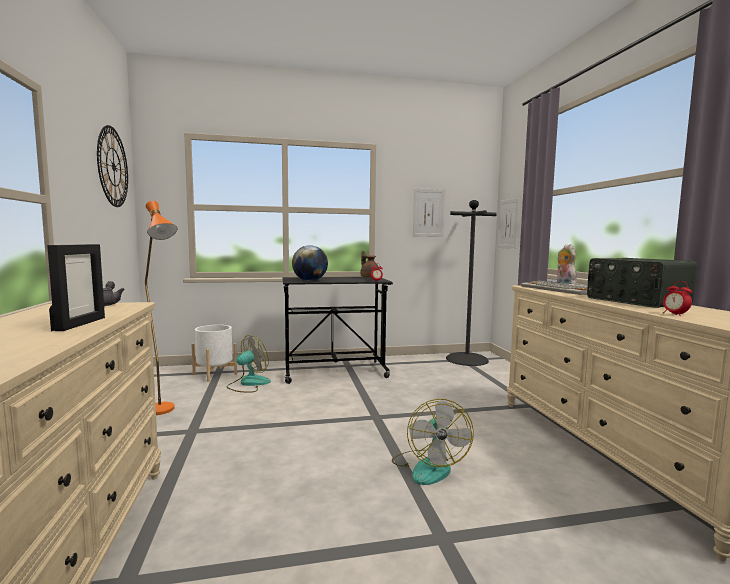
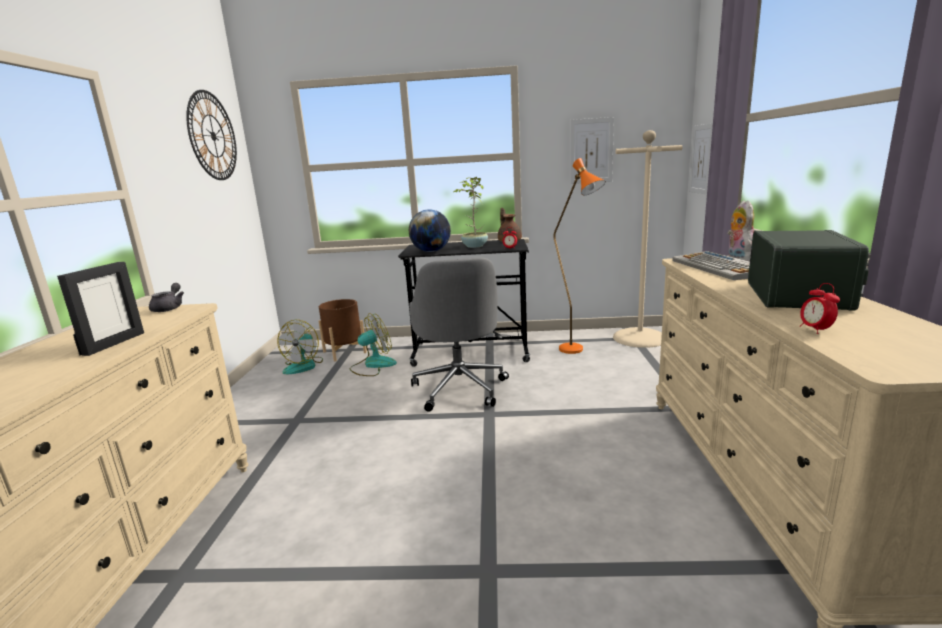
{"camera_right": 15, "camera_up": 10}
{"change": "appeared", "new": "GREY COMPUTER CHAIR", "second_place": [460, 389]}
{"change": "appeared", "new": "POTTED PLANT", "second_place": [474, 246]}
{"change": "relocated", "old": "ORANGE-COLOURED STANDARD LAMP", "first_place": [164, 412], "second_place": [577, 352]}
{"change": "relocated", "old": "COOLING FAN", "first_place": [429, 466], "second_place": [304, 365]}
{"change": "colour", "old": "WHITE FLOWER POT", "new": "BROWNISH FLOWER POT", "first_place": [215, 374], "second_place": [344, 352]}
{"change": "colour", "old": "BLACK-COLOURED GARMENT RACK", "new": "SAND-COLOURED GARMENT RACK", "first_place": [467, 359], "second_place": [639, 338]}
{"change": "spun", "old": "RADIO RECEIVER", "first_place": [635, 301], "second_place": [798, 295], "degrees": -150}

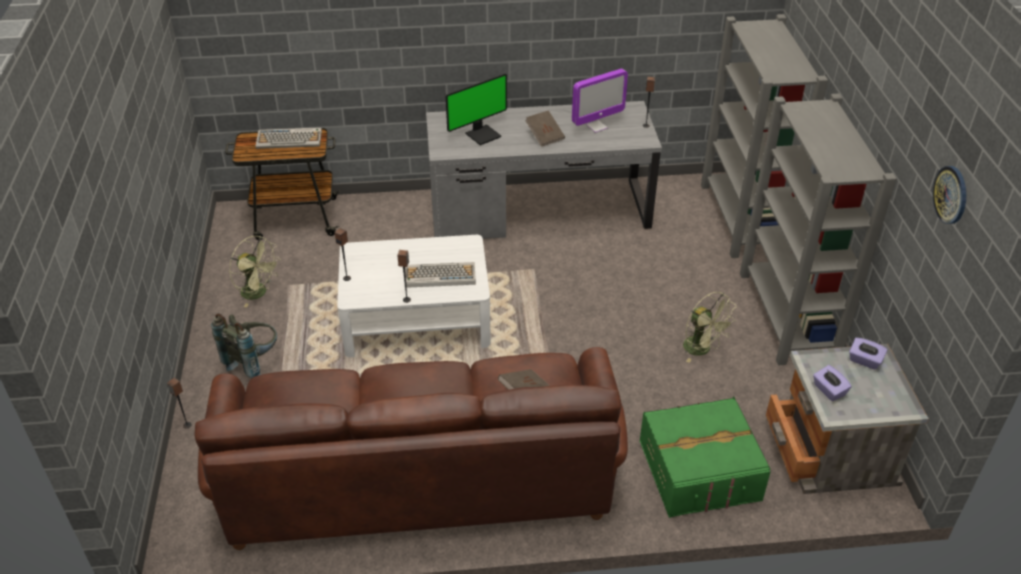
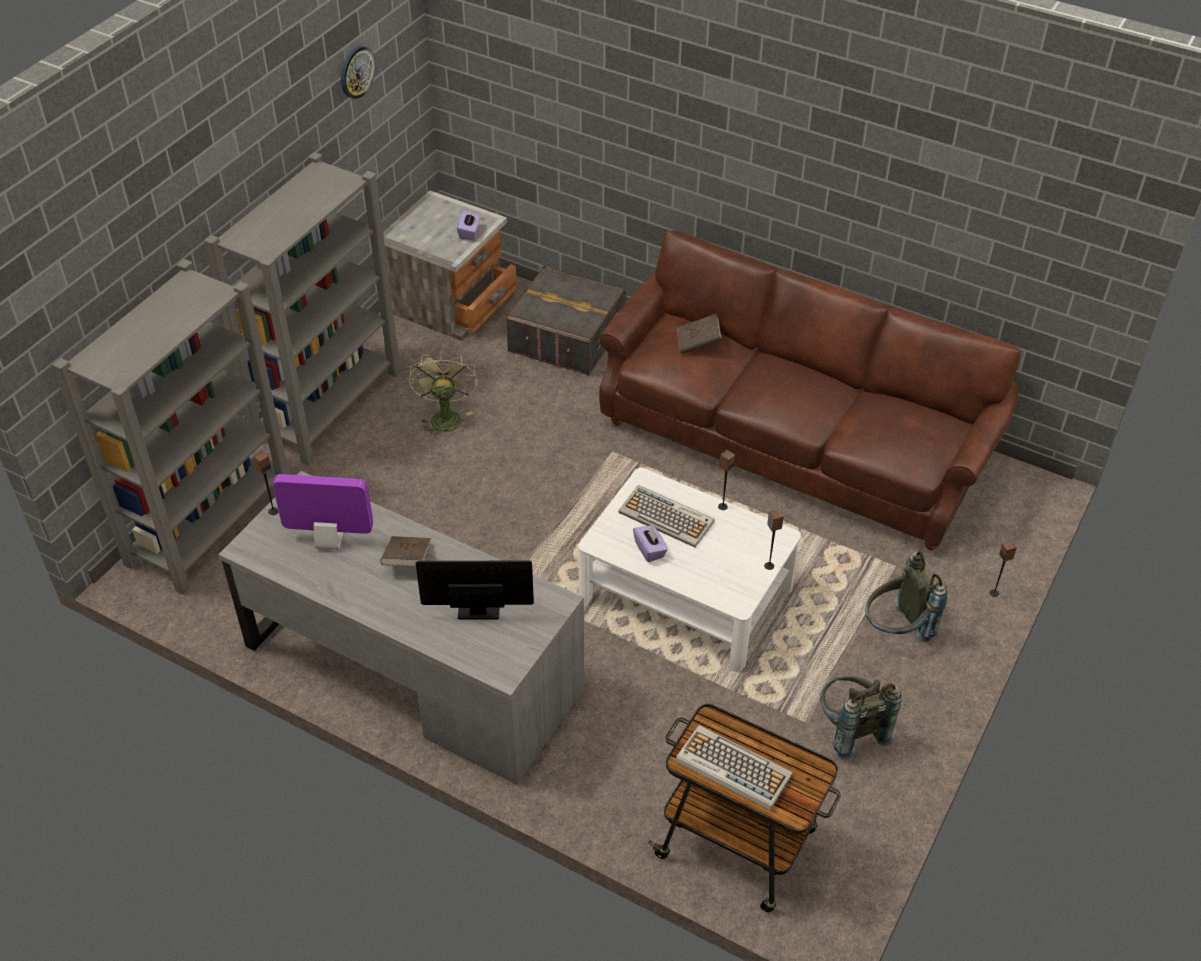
{"camera_right": -145, "camera_up": 5}
{"change": "relocated", "old": "PURPLE-COLOURED BOX OF TISSUES", "first_place": [864, 361], "second_place": [650, 550]}
{"change": "exchanged", "old": "GREEN COOLING FAN", "new": "GREY BACKPACK", "first_place": [259, 293], "second_place": [849, 730]}
{"change": "colour", "old": "GREEN STORAGE BIN", "new": "GREY STORAGE BIN", "first_place": [699, 471], "second_place": [566, 337]}

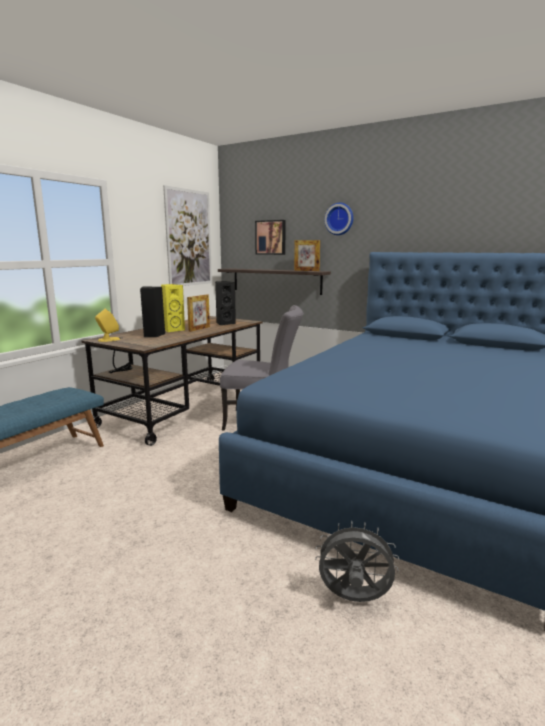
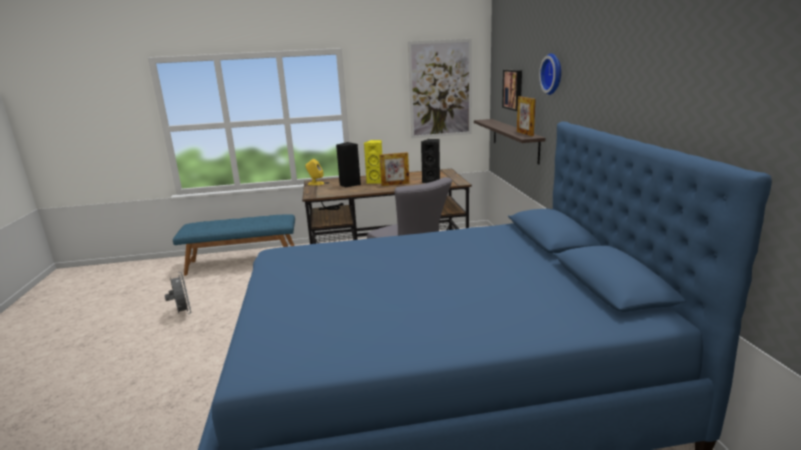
{"camera_right": 50, "camera_up": 5}
{"change": "relocated", "old": "GREY COOLING FAN", "first_place": [354, 599], "second_place": [182, 313]}

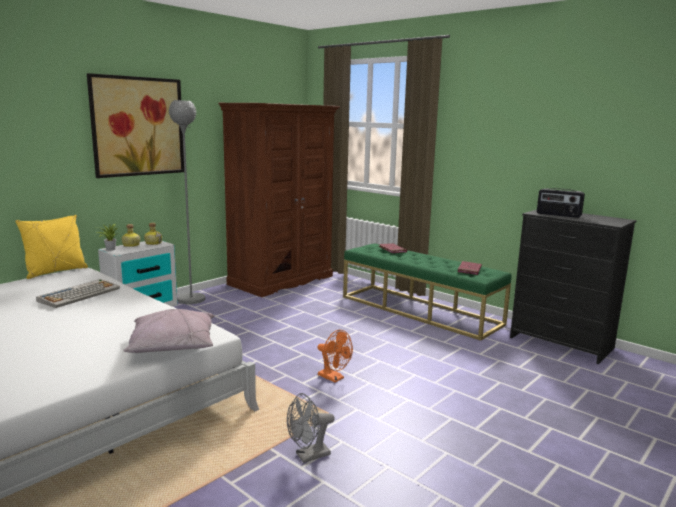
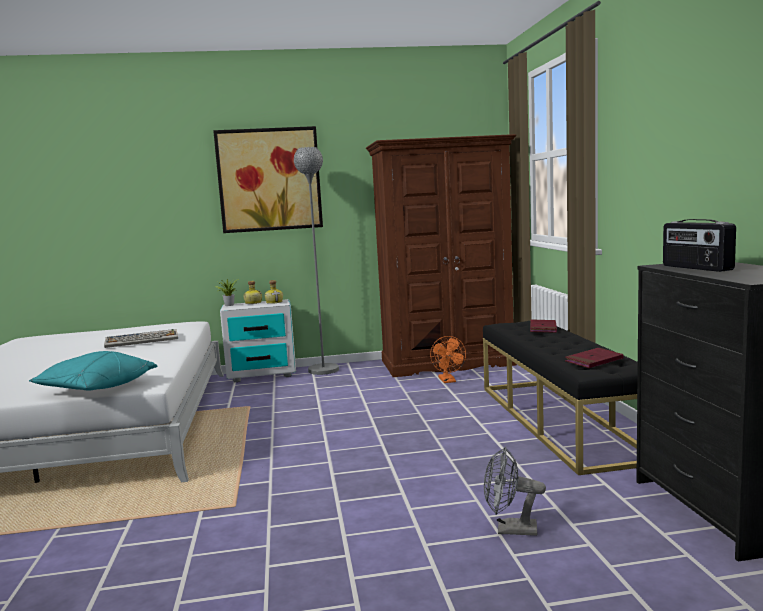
{"camera_right": 40, "camera_up": -5}
{"change": "missing", "old": "YELLOW CUSHION", "first_place": [56, 272]}
{"change": "relocated", "old": "GREY COOLING FAN", "first_place": [308, 456], "second_place": [510, 530]}
{"change": "relocated", "old": "ORANGE-COLOURED COOLING FAN", "first_place": [334, 378], "second_place": [448, 381]}
{"change": "colour", "old": "PURPLE-COLOURED CUSHION", "new": "TURQUOISE-COLOURED CUSHION", "first_place": [173, 347], "second_place": [96, 389]}
{"change": "colour", "old": "GREEN INDOOR BENCH", "new": "BLACK-COLOURED INDOOR BENCH", "first_place": [420, 310], "second_place": [559, 420]}

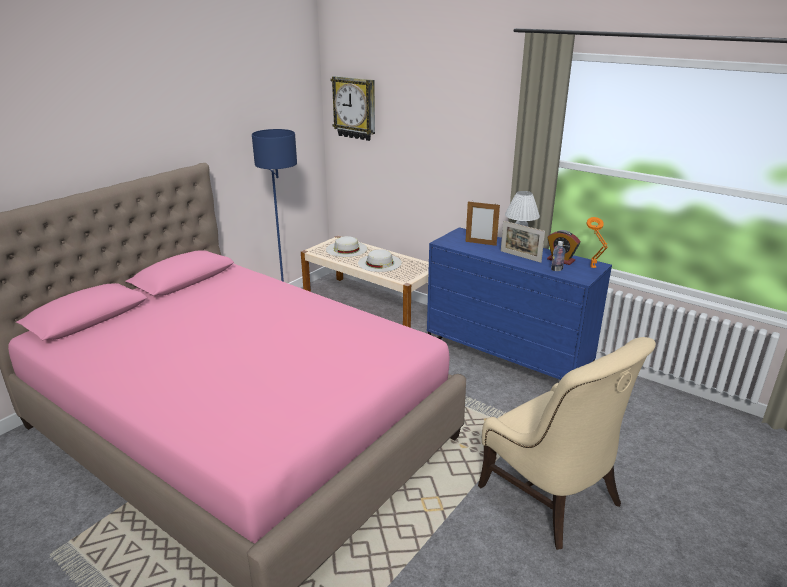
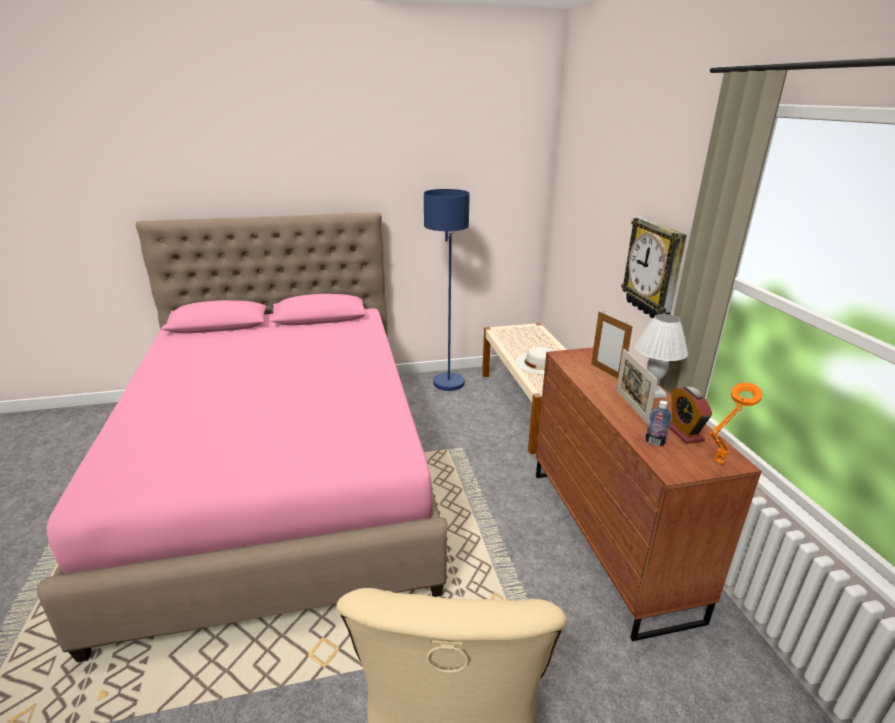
{"camera_right": 40, "camera_up": 0}
{"change": "missing", "old": "WHITE HAT", "first_place": [346, 249]}
{"change": "relocated", "old": "CLOCK ON THE WALL", "first_place": [355, 108], "second_place": [654, 269]}
{"change": "colour", "old": "BLUE-COLOURED DRESSER", "new": "BROWNISH DRESSER", "first_place": [507, 360], "second_place": [610, 538]}

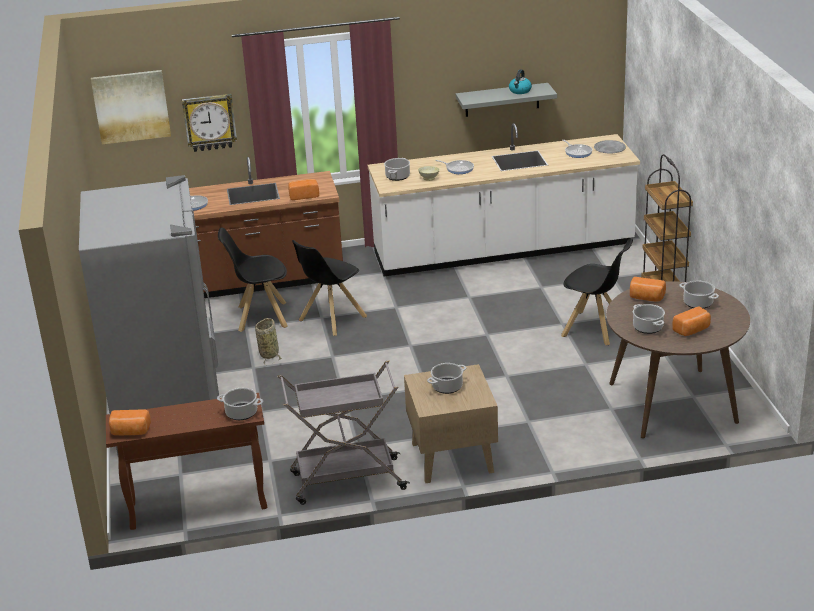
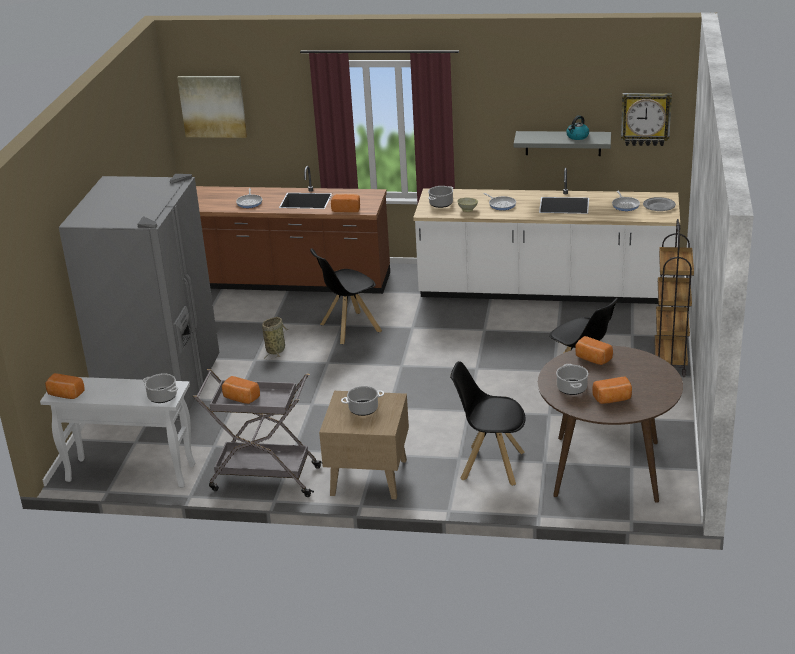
{"camera_right": 20, "camera_up": 0}
{"change": "missing", "old": "STOCKPOT", "first_place": [697, 303]}
{"change": "appeared", "new": "BREAD", "second_place": [240, 398]}
{"change": "relocated", "old": "CLOCK ON THE WALL", "first_place": [209, 122], "second_place": [645, 118]}
{"change": "relocated", "old": "BLACK-COLOURED UPRIGHT CHAIR", "first_place": [260, 317], "second_place": [490, 465]}
{"change": "colour", "old": "BROWNISH HALL TABLE", "new": "WHITE HALL TABLE", "first_place": [196, 506], "second_place": [129, 473]}

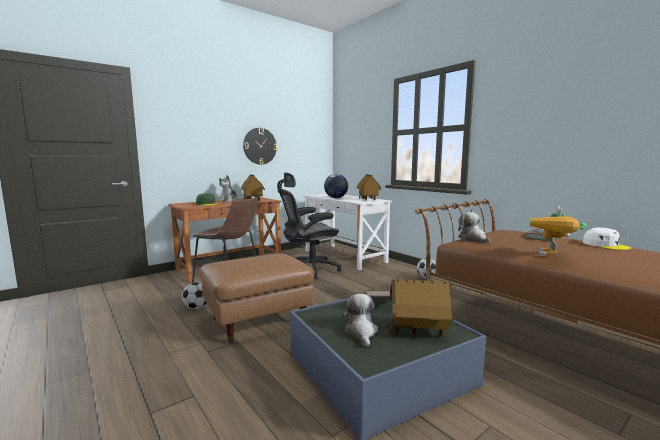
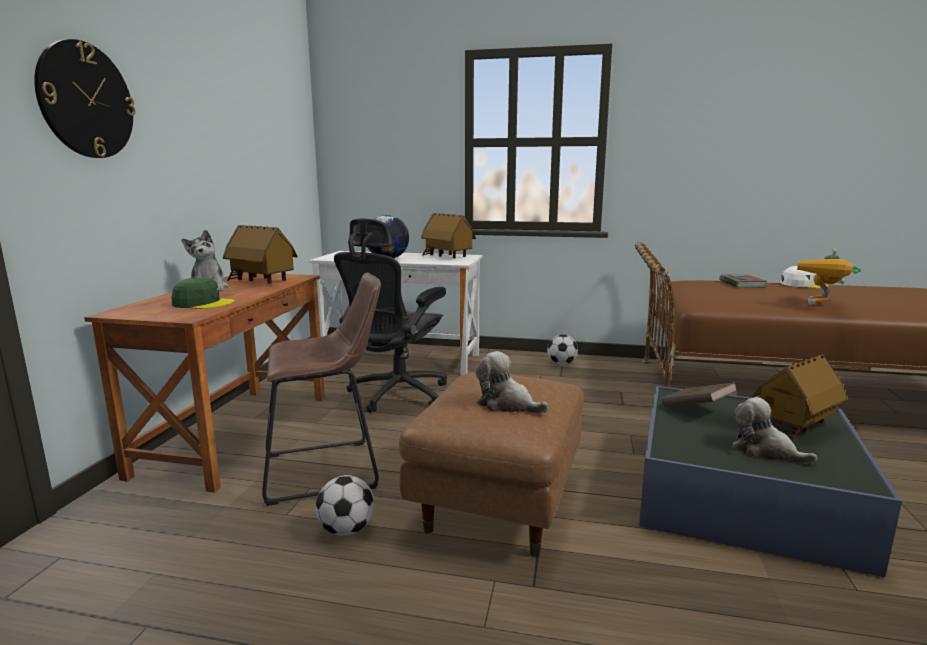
{"camera_right": -40, "camera_up": 5}
{"change": "relocated", "old": "CLOCK ON THE WALL", "first_place": [260, 146], "second_place": [86, 100]}
{"change": "relocated", "old": "PLUSH TOY", "first_place": [473, 239], "second_place": [507, 404]}
{"change": "spun", "old": "ROBOT FIGURE", "first_place": [552, 257], "second_place": [822, 305], "degrees": 45}

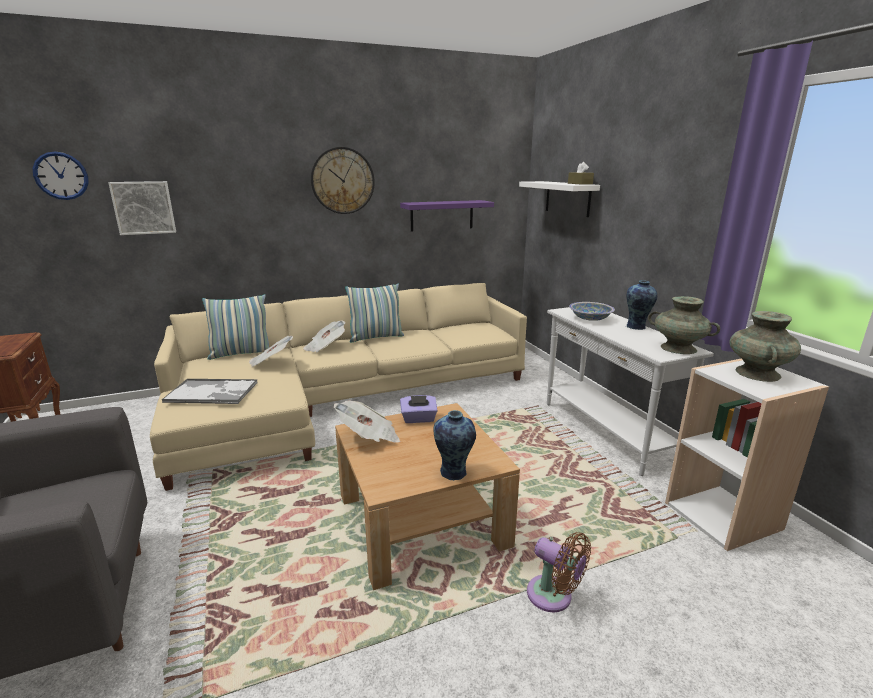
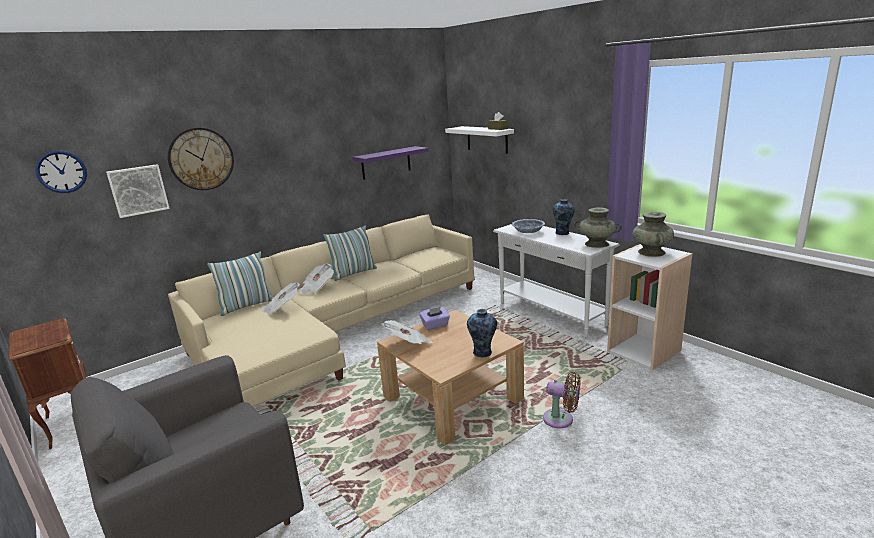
{"camera_right": -15, "camera_up": 0}
{"change": "missing", "old": "CARRYING TRAY", "first_place": [212, 392]}
{"change": "relocated", "old": "CLOCK ON THE WALL", "first_place": [342, 181], "second_place": [201, 159]}

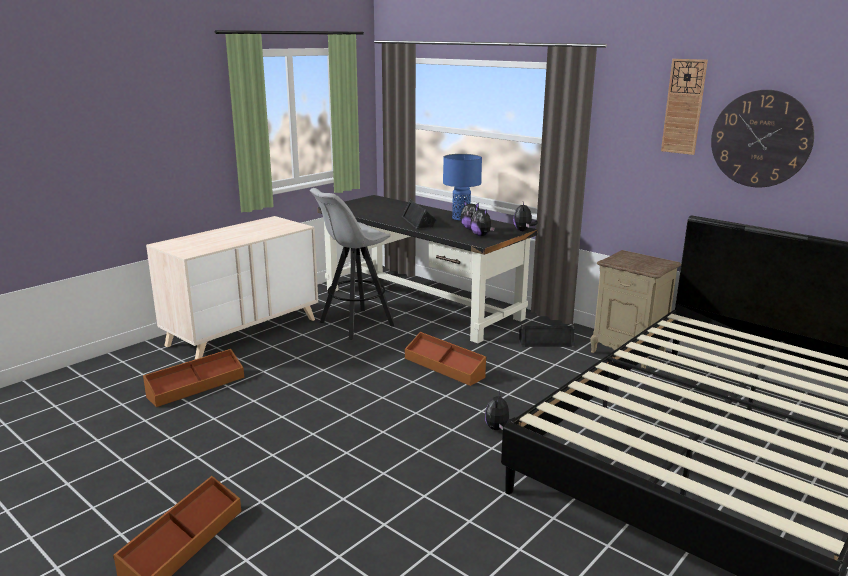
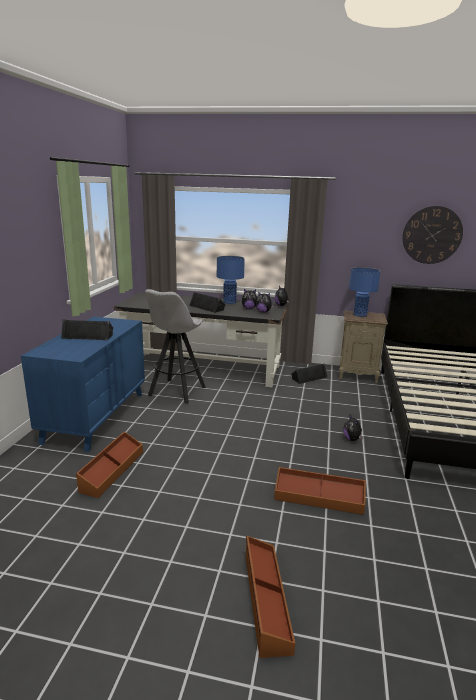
{"camera_right": -30, "camera_up": 0}
{"change": "missing", "old": "CLOCK ON THE WALL", "first_place": [684, 107]}
{"change": "appeared", "new": "BLACK-COLOURED SPEAKER", "second_place": [88, 336]}
{"change": "appeared", "new": "BLUE-COLOURED TABLE LAMP", "second_place": [360, 315]}
{"change": "relocated", "old": "BROWNISH STORAGE BIN", "first_place": [444, 367], "second_place": [318, 498]}
{"change": "colour", "old": "SAND-COLOURED DRESSER", "new": "BLUE-COLOURED DRESSER", "first_place": [243, 332], "second_place": [96, 416]}

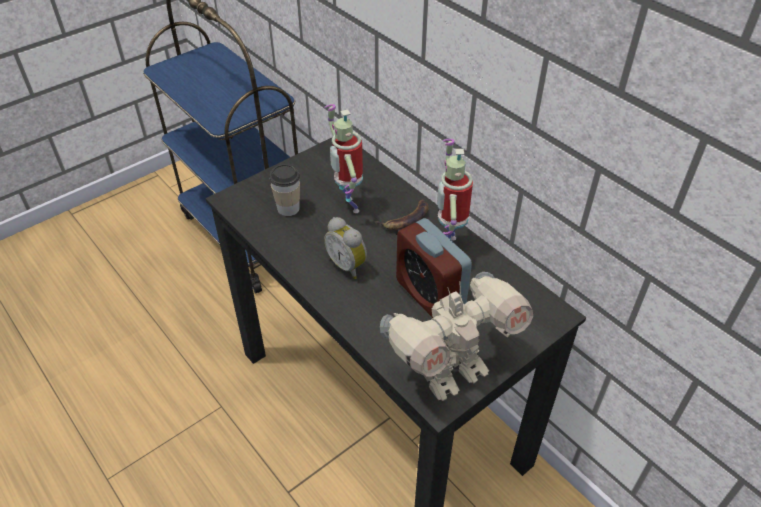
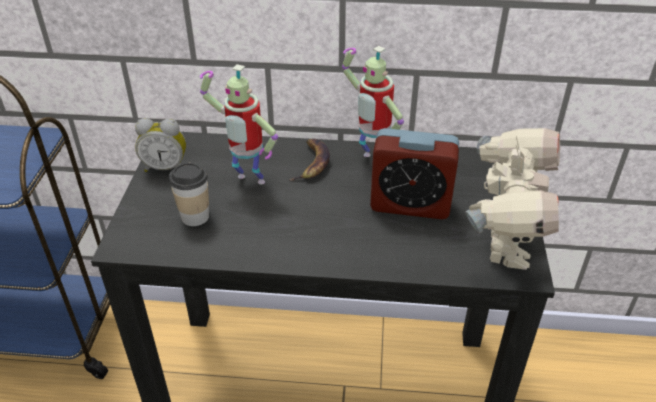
{"camera_right": -45, "camera_up": -5}
{"change": "relocated", "old": "ALARM CLOCK", "first_place": [348, 265], "second_place": [166, 167]}

